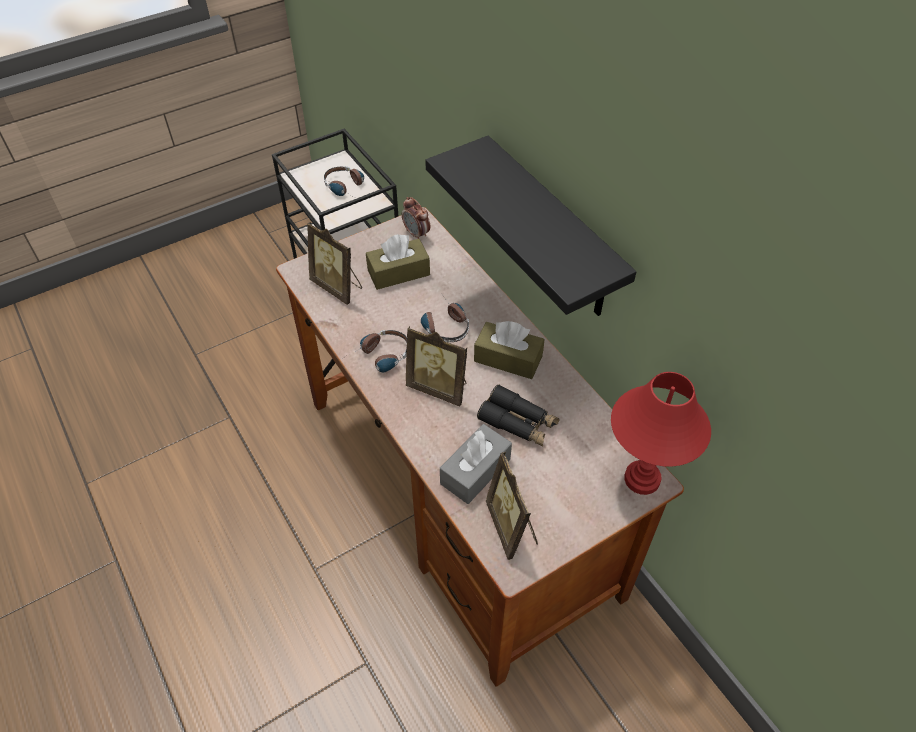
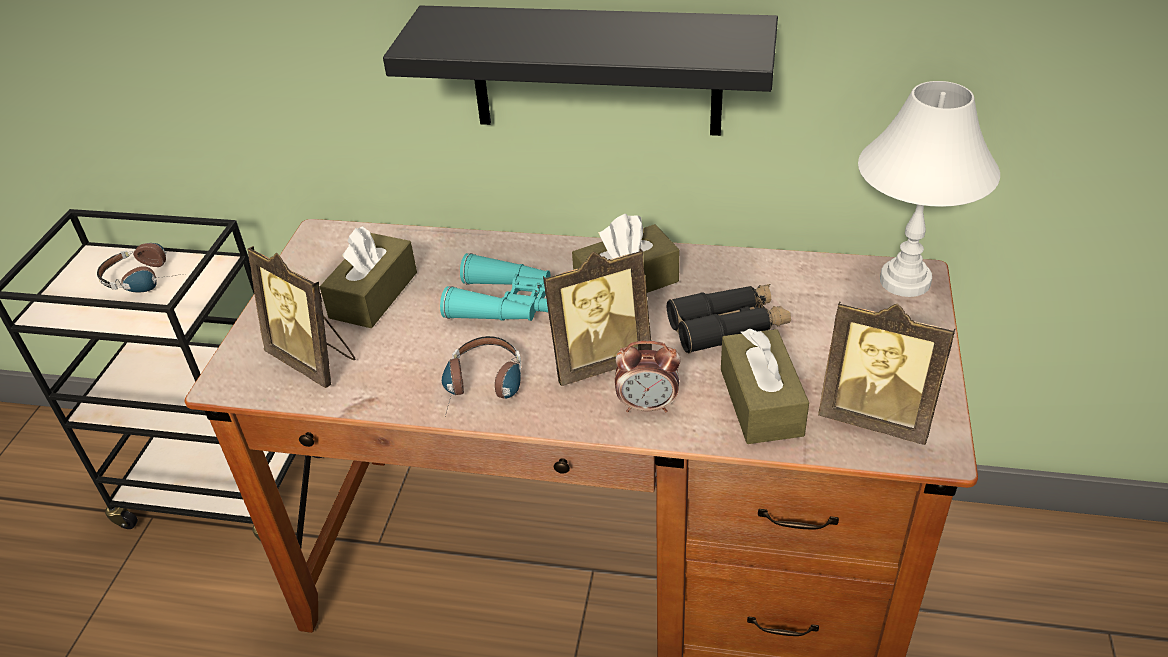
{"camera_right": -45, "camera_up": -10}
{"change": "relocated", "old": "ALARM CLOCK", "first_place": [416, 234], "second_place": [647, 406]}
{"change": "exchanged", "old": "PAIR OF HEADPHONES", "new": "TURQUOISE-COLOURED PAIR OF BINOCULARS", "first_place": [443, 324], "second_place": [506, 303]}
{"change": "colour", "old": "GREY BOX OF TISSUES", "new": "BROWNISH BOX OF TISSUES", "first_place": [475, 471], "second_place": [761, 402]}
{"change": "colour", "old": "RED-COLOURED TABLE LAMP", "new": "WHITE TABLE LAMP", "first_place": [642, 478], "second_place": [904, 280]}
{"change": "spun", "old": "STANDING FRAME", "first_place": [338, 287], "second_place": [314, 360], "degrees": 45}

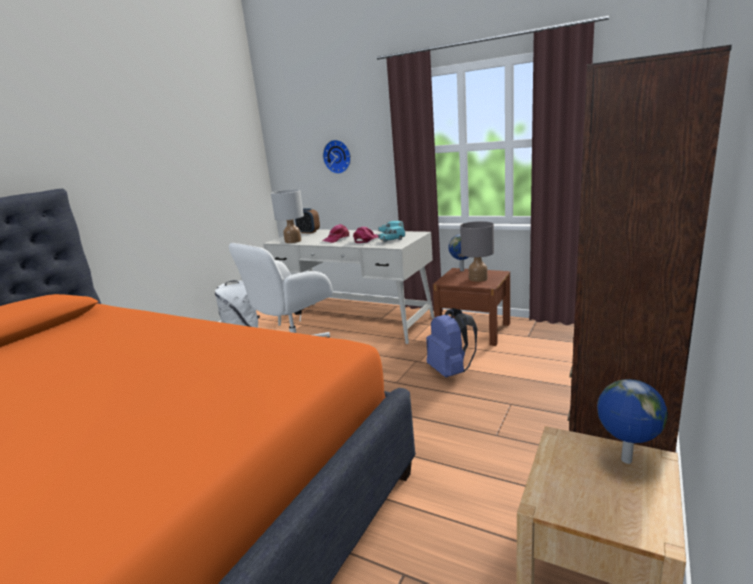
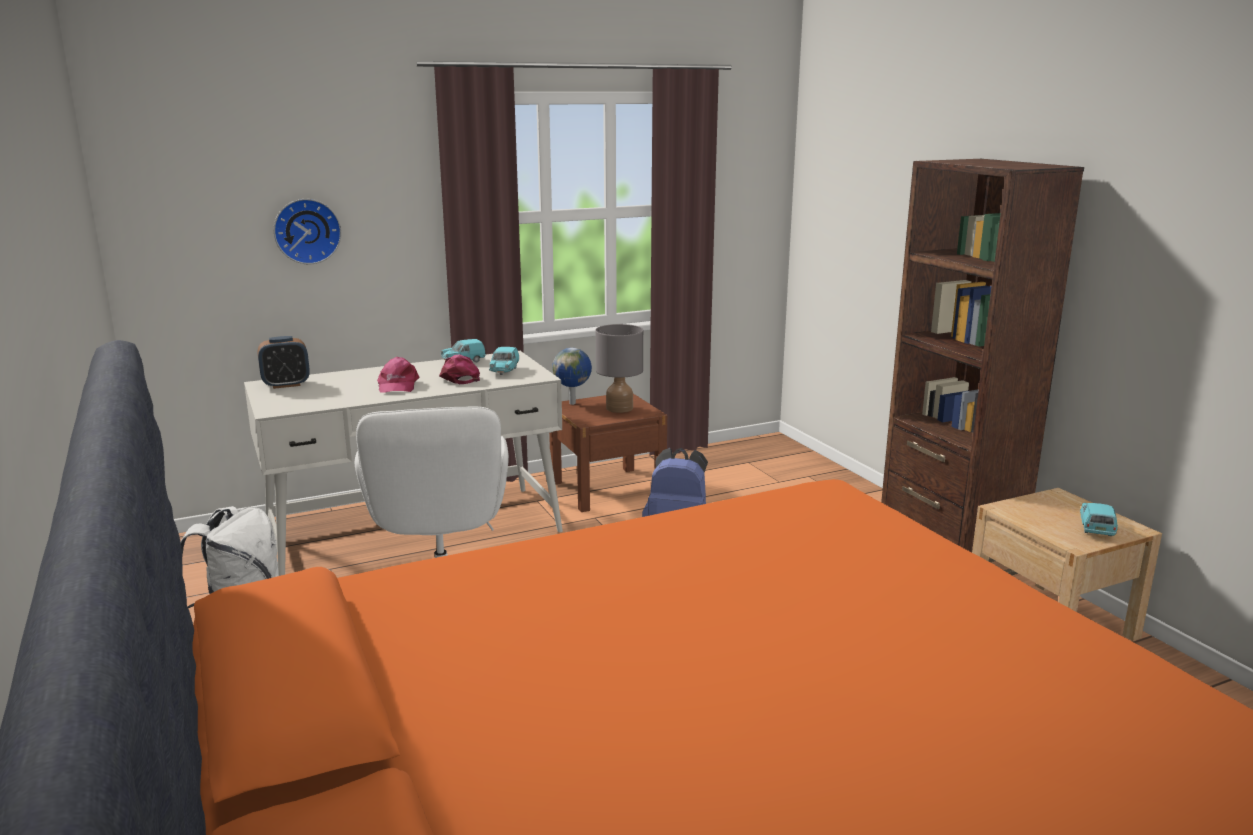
{"camera_right": -55, "camera_up": 0}
{"change": "missing", "old": "GREY TABLE LAMP", "first_place": [293, 241]}
{"change": "missing", "old": "DESK GLOBE", "first_place": [625, 460]}
{"change": "appeared", "new": "TURQUOISE-COLOURED MINIATURE CAR", "second_place": [1096, 528]}

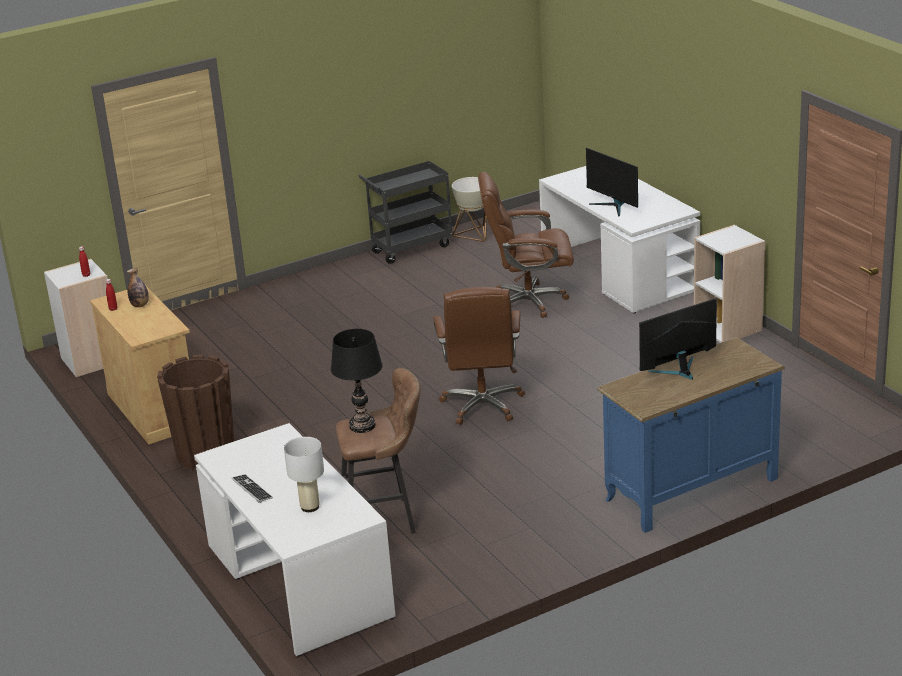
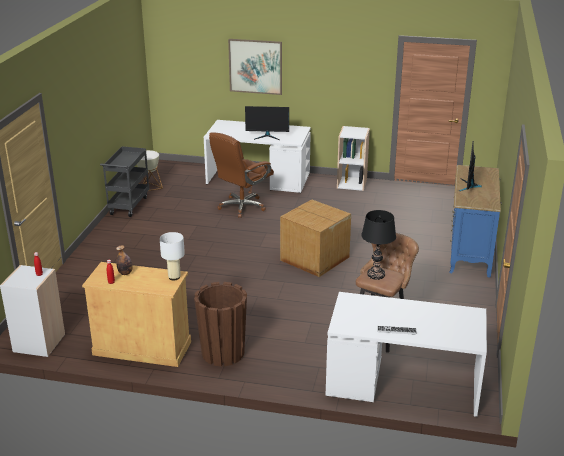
{"camera_right": -50, "camera_up": 0}
{"change": "appeared", "new": "PICTURE", "second_place": [255, 66]}
{"change": "relocated", "old": "WHITE TABLE LAMP", "first_place": [309, 507], "second_place": [174, 277]}
{"change": "exchanged", "old": "BROWNISH COMPUTER CHAIR", "new": "CARTON", "first_place": [482, 403], "second_place": [315, 259]}

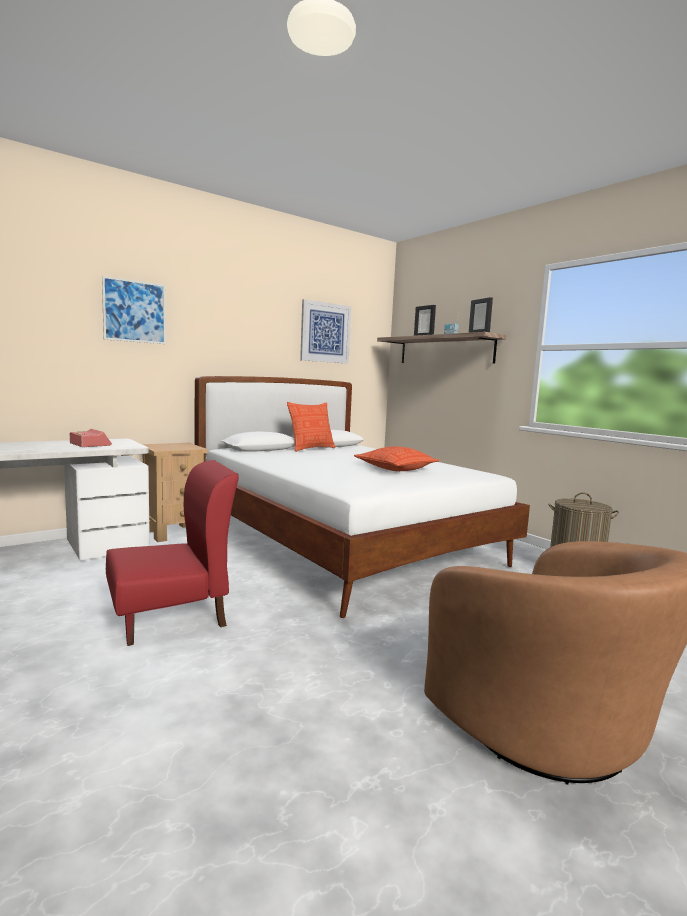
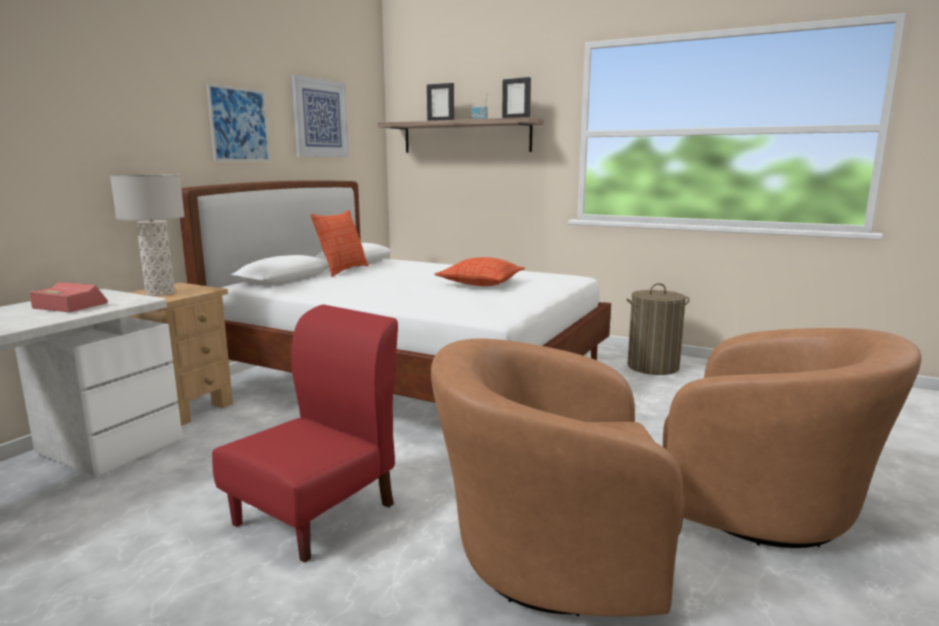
{"camera_right": -25, "camera_up": 5}
{"change": "appeared", "new": "WHITE TABLE LAMP", "second_place": [160, 293]}
{"change": "appeared", "new": "BROWNISH EASY CHAIR", "second_place": [550, 557]}
{"change": "relocated", "old": "PICTURE", "first_place": [135, 311], "second_place": [239, 125]}

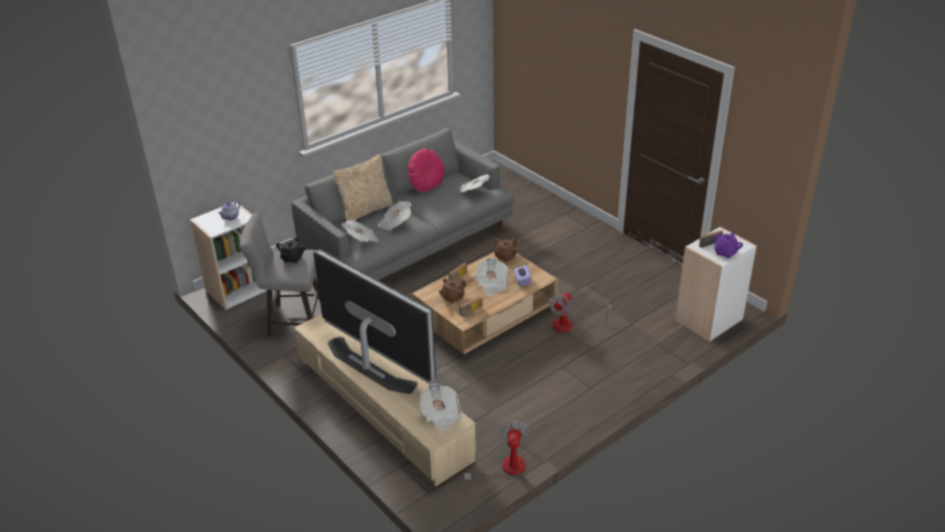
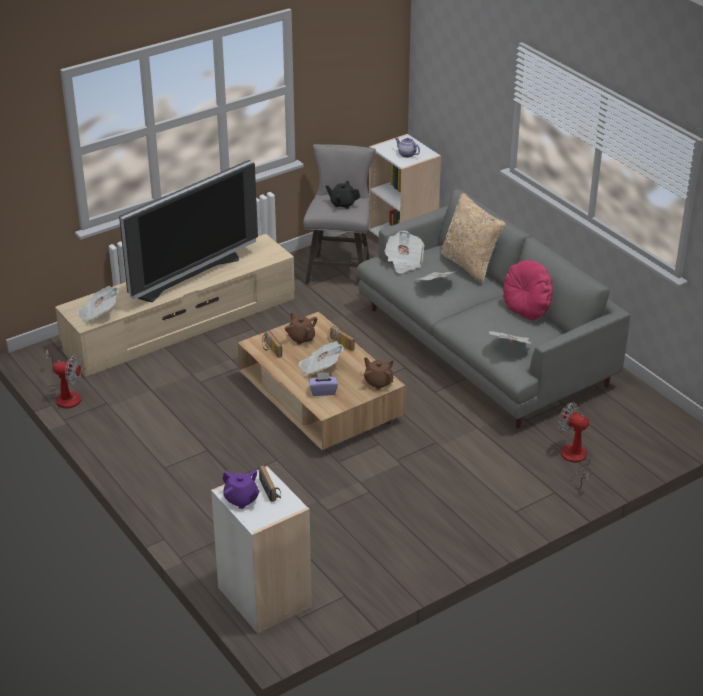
{"camera_right": 95, "camera_up": 0}
{"change": "relocated", "old": "COOLING FAN", "first_place": [570, 325], "second_place": [575, 460]}

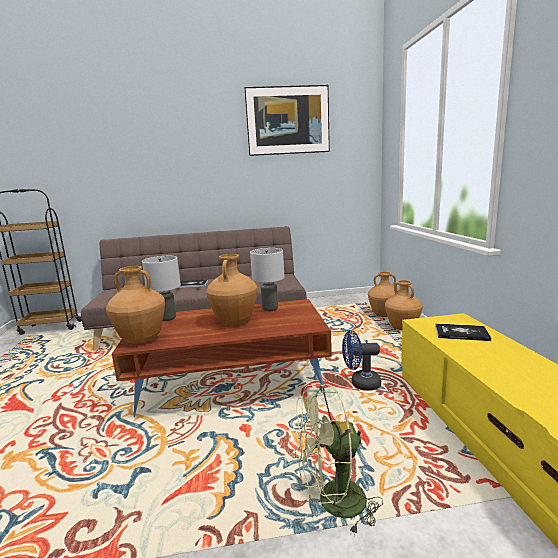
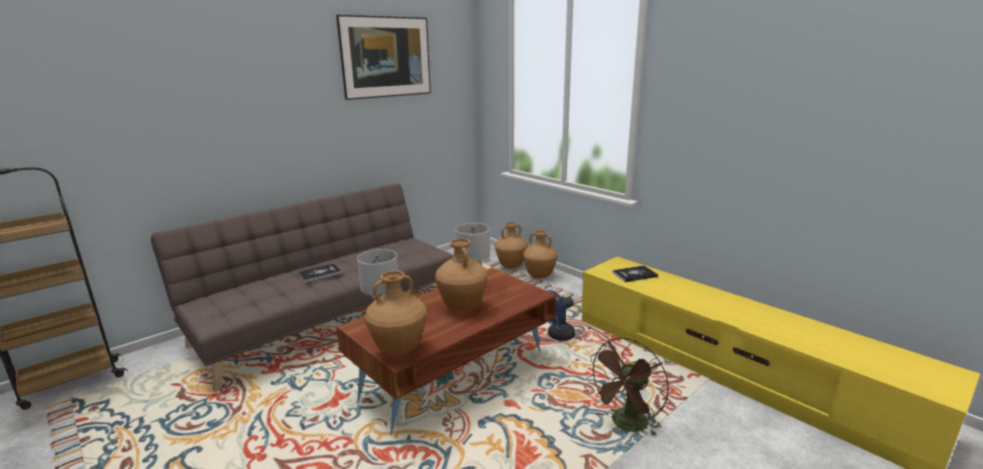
{"camera_right": -35, "camera_up": 5}
{"change": "colour", "old": "GREEN COOLING FAN", "new": "BROWNISH COOLING FAN", "first_place": [332, 503], "second_place": [626, 425]}

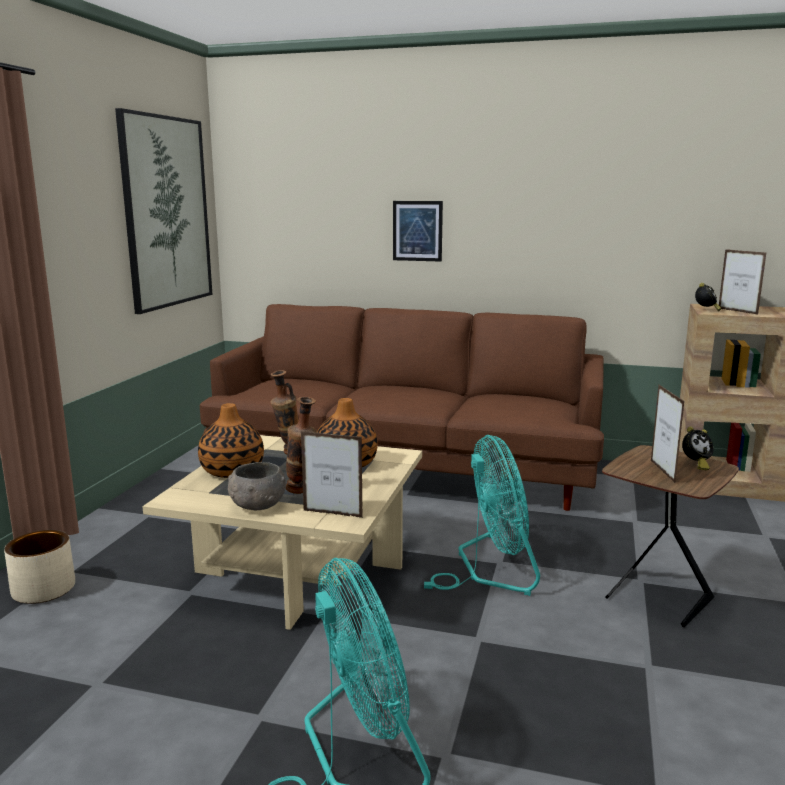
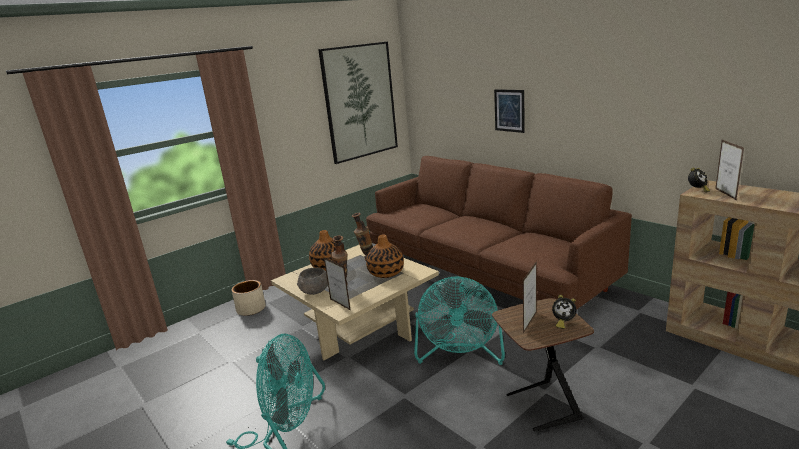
{"camera_right": 35, "camera_up": 5}
{"change": "spun", "old": "TURQUOISE-COLOURED COOLING FAN", "first_place": [485, 567], "second_place": [457, 353], "degrees": 75}

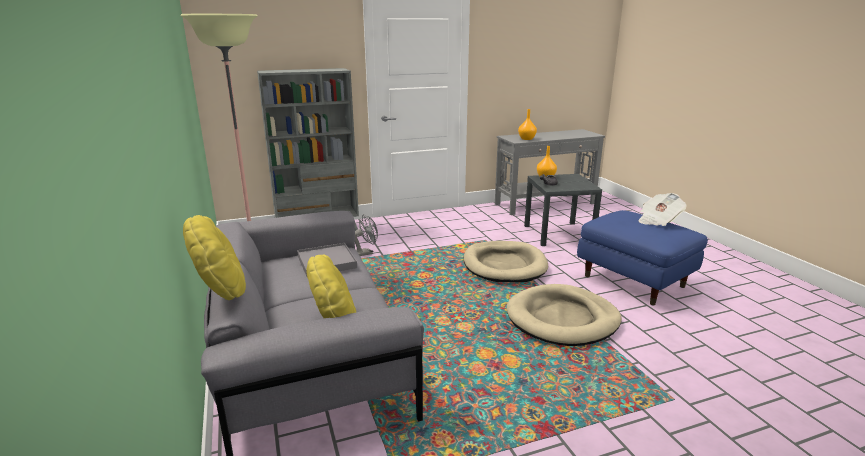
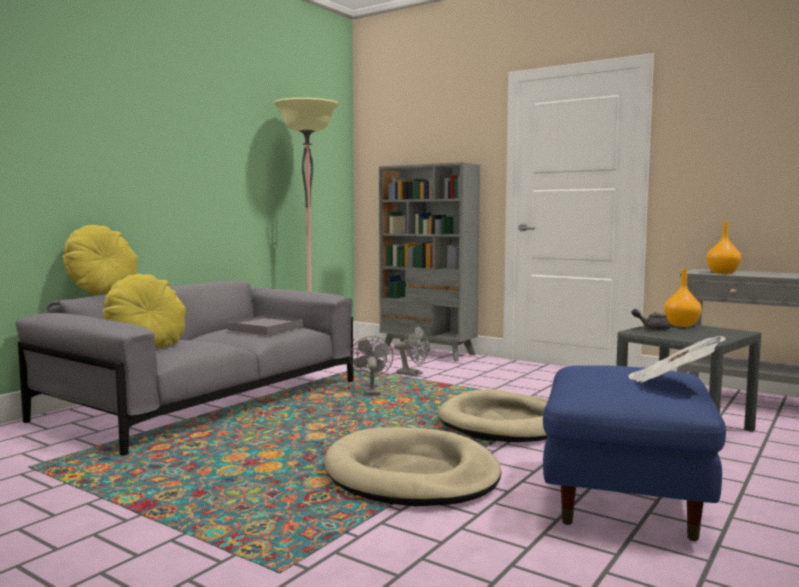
{"camera_right": 55, "camera_up": -15}
{"change": "appeared", "new": "GREY COOLING FAN", "second_place": [371, 391]}

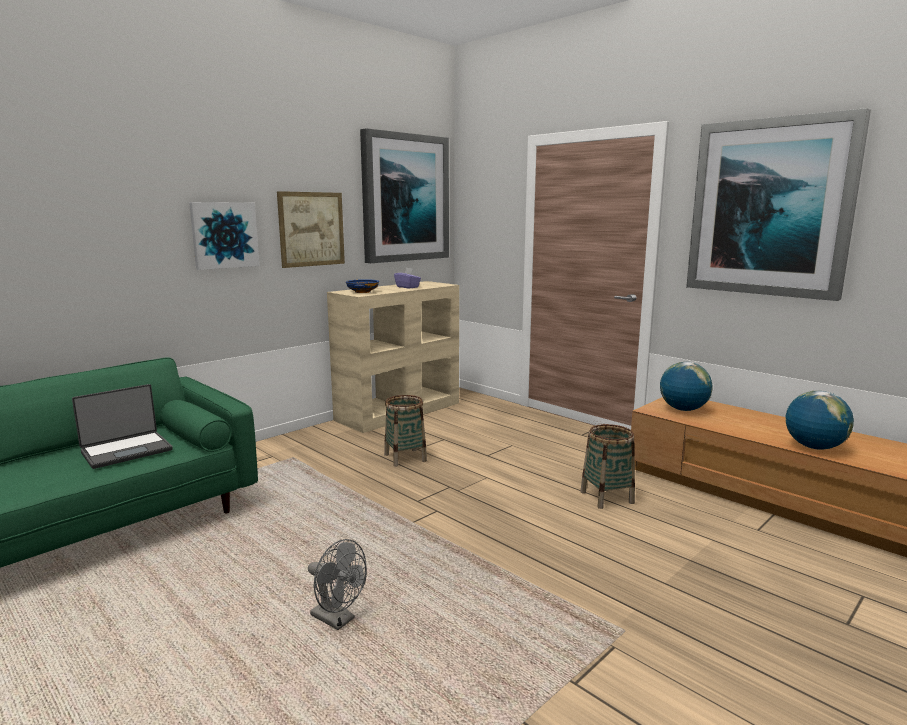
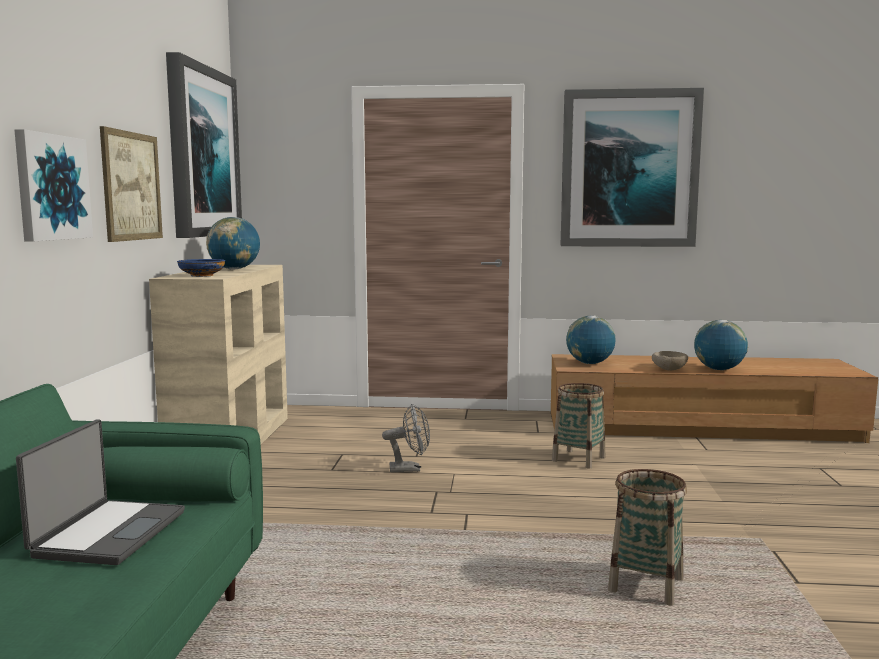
{"camera_right": -40, "camera_up": -5}
{"change": "appeared", "new": "SAND-COLOURED SERVING BOWL", "second_place": [668, 369]}
{"change": "relocated", "old": "GREY COOLING FAN", "first_place": [338, 619], "second_place": [410, 469]}
{"change": "relocated", "old": "STORAGE BASKET", "first_place": [405, 458], "second_place": [645, 585]}
{"change": "exchanged", "old": "PURPLE-COLOURED BOX OF TISSUES", "new": "DESK GLOBE", "first_place": [407, 287], "second_place": [234, 269]}

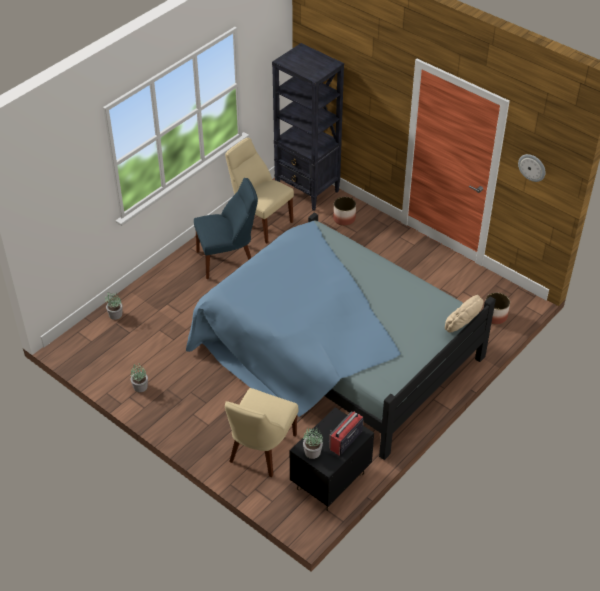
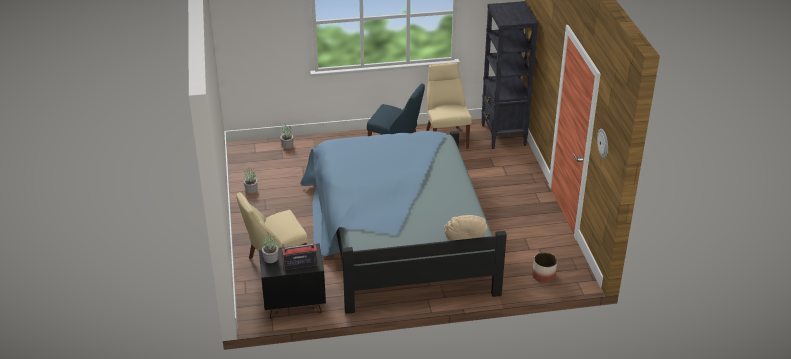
{"camera_right": 40, "camera_up": -10}
{"change": "missing", "old": "FLOWER POT", "first_place": [344, 219]}

